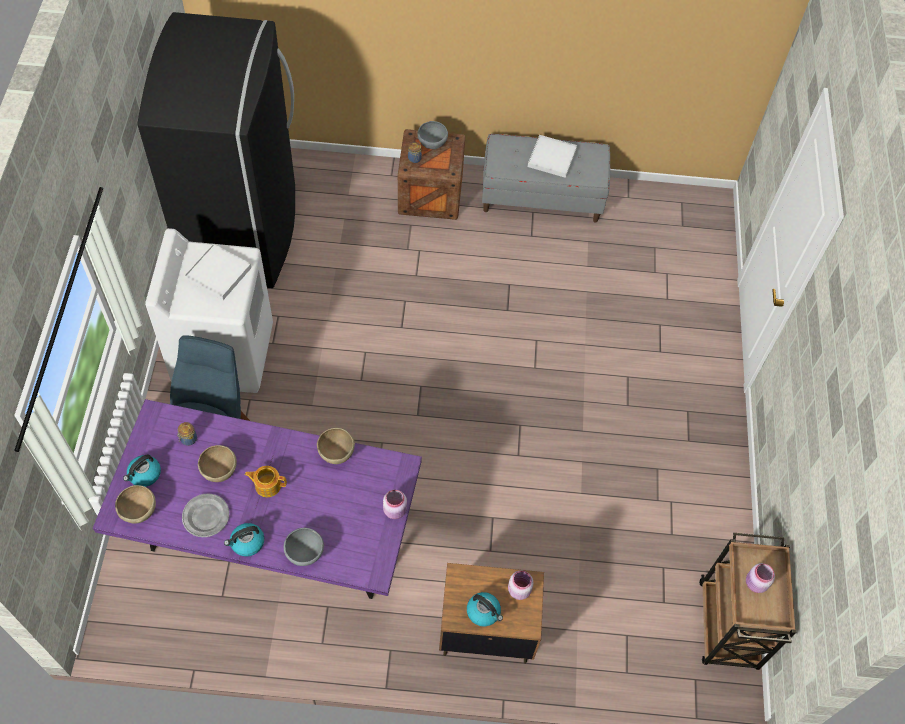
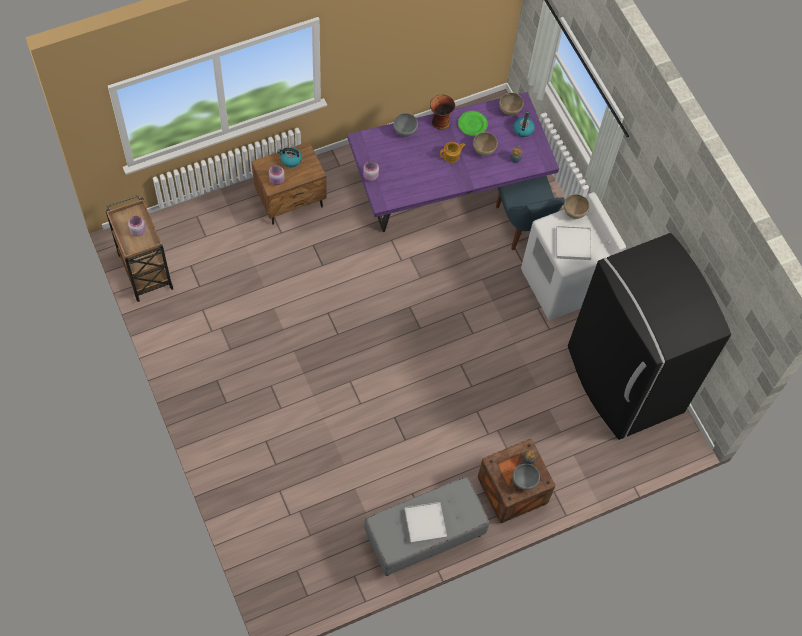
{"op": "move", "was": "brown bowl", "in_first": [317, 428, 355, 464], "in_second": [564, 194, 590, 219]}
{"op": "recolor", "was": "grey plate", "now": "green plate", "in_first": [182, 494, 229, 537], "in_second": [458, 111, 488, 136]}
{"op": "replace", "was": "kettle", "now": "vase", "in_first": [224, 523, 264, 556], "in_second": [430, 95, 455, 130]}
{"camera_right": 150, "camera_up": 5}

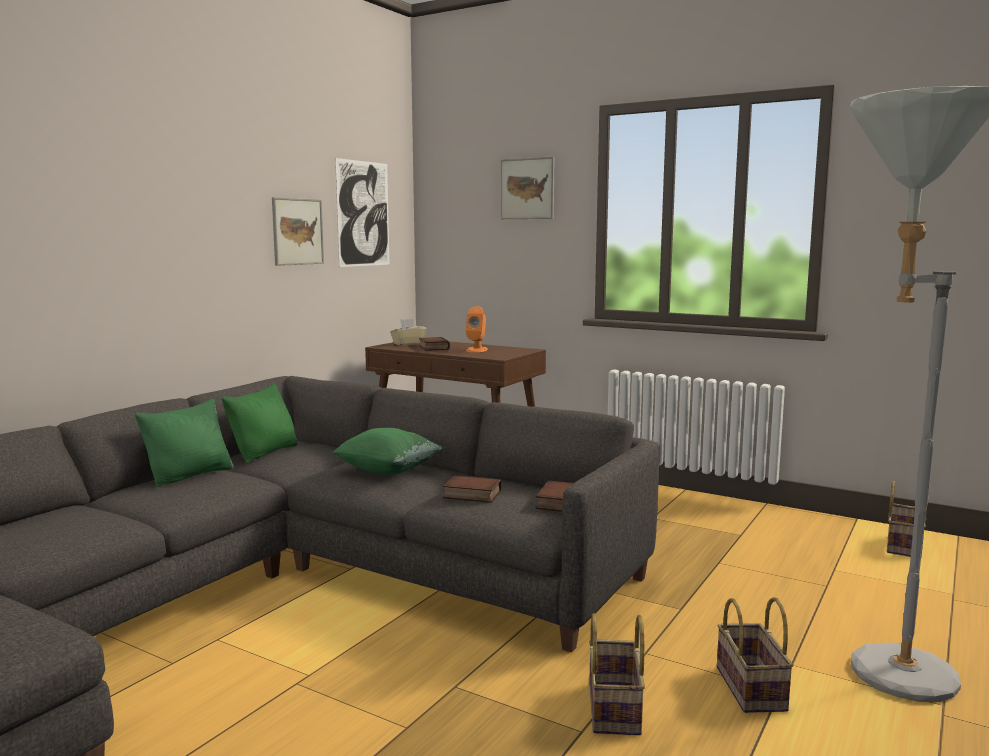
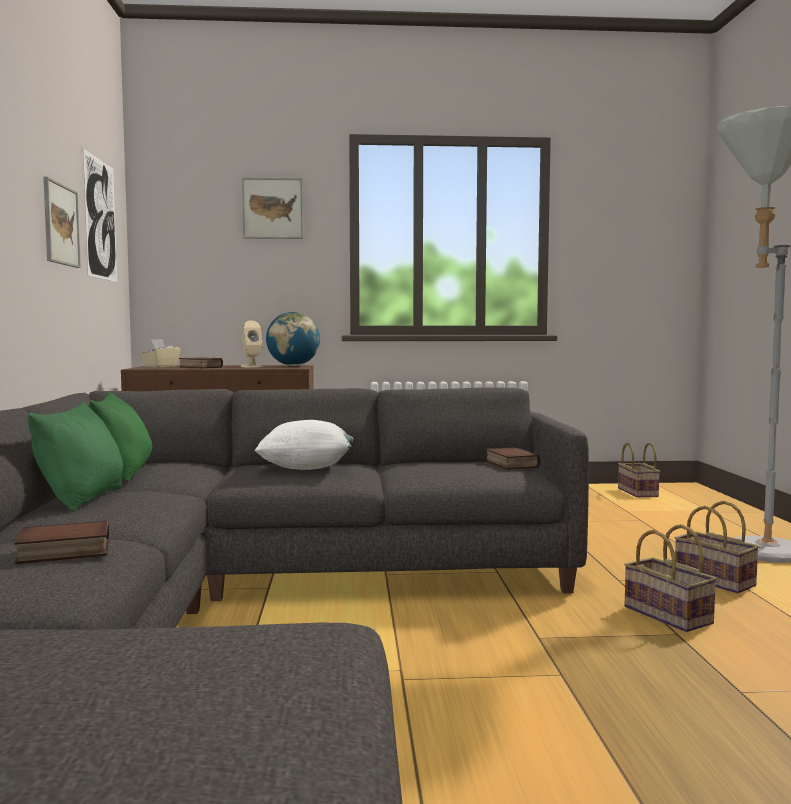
{"op": "recolor", "was": "orange speaker", "now": "beige speaker", "in_first": [466, 306, 488, 352], "in_second": [241, 321, 263, 368]}
{"op": "recolor", "was": "green pillow", "now": "white pillow", "in_first": [333, 428, 444, 475], "in_second": [254, 420, 354, 470]}
{"op": "move", "was": "book", "in_first": [443, 475, 502, 503], "in_second": [14, 521, 109, 564]}
{"op": "insert", "now": "globe", "in_second": [266, 312, 320, 366]}
{"camera_right": -35, "camera_up": -5}

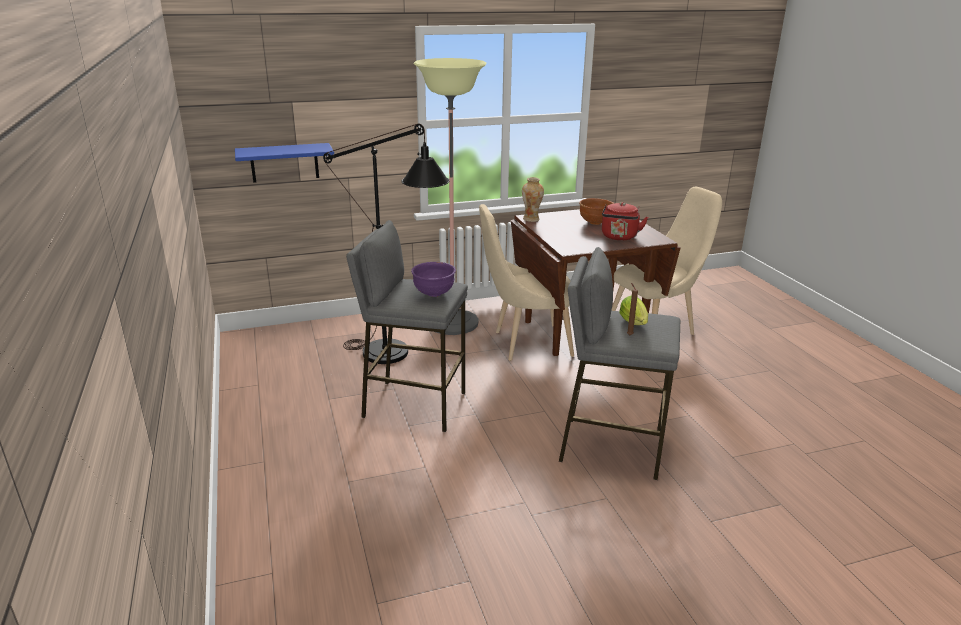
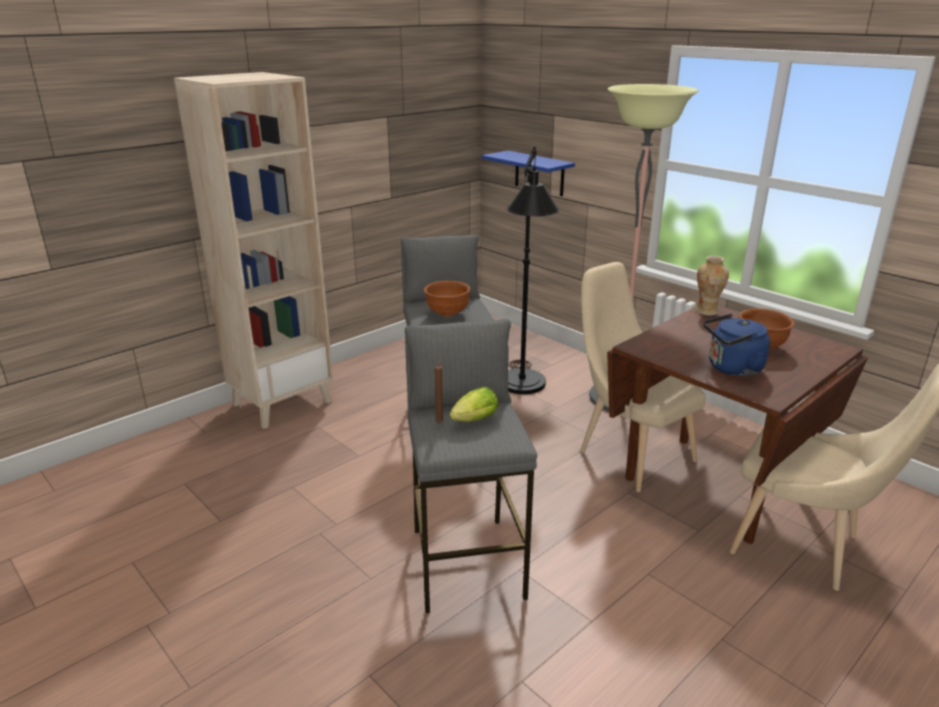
{"op": "recolor", "was": "red kettle", "now": "blue kettle", "in_first": [602, 202, 648, 241], "in_second": [703, 314, 770, 377]}
{"op": "recolor", "was": "purple bowl", "now": "brown bowl", "in_first": [411, 262, 456, 297], "in_second": [424, 281, 470, 317]}
{"op": "insert", "now": "beige bookcase", "in_second": [174, 72, 333, 429]}
{"camera_right": 65, "camera_up": 0}

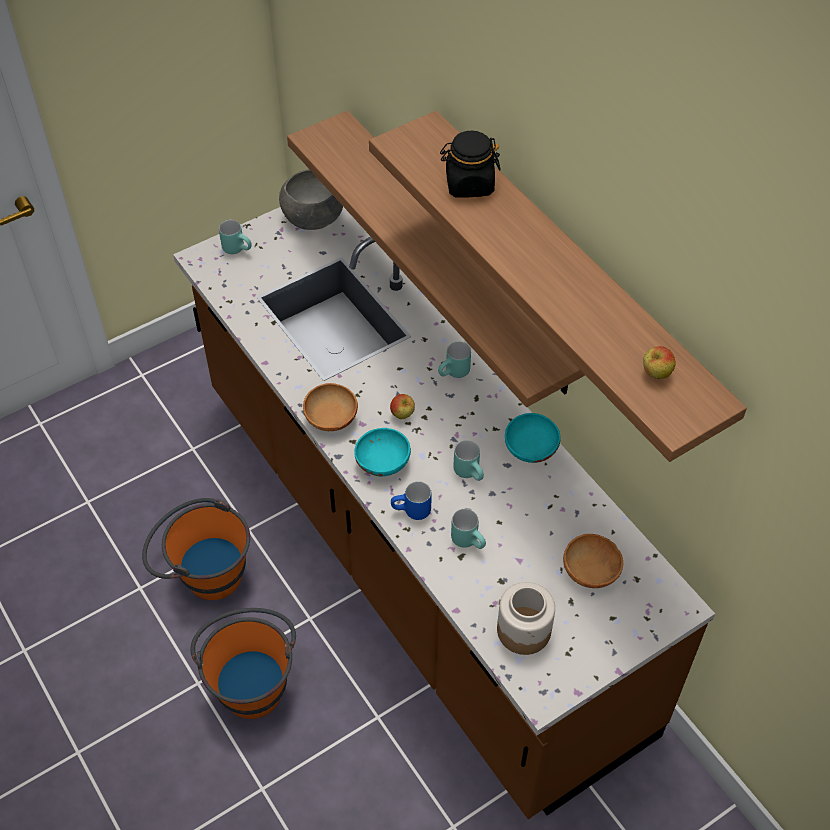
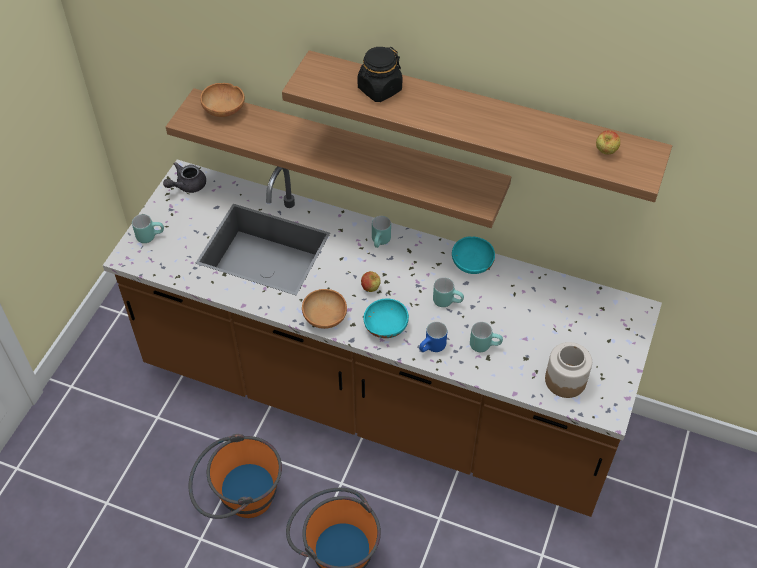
{"op": "replace", "was": "grey bowl", "now": "grey teapot", "in_first": [279, 170, 343, 230], "in_second": [163, 162, 206, 193]}
{"op": "move", "was": "brown bowl", "in_first": [563, 534, 623, 588], "in_second": [200, 83, 245, 117]}
{"camera_right": -35, "camera_up": 0}

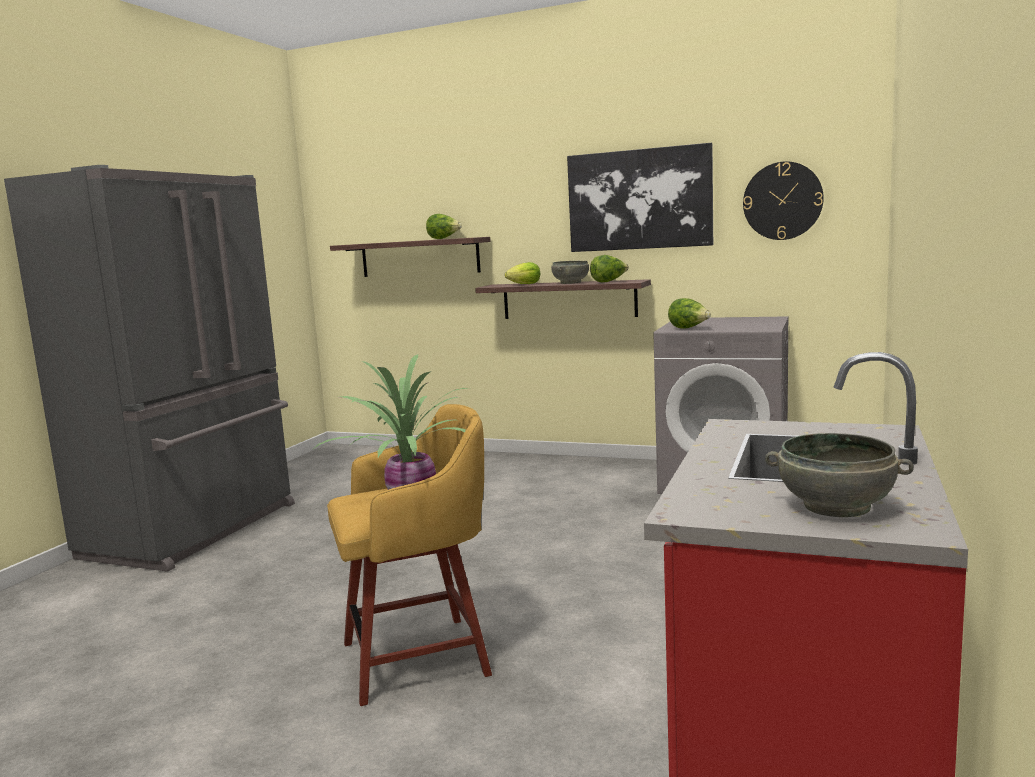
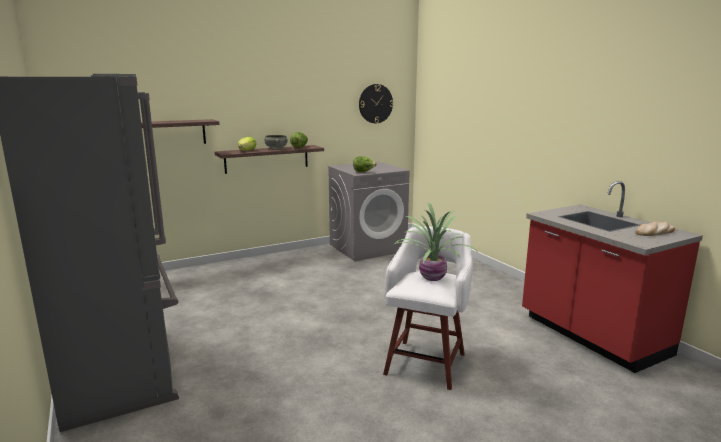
{"op": "delete", "was": "picture", "in_first": [567, 143, 713, 252]}
{"op": "delete", "was": "lettuce", "in_first": [426, 214, 462, 239]}
{"op": "recolor", "was": "yellow stool", "now": "white stool", "in_first": [327, 404, 492, 706], "in_second": [383, 226, 473, 390]}
{"op": "replace", "was": "grey bowl", "now": "bread", "in_first": [765, 433, 914, 517], "in_second": [635, 222, 675, 236]}
{"camera_right": -50, "camera_up": 5}

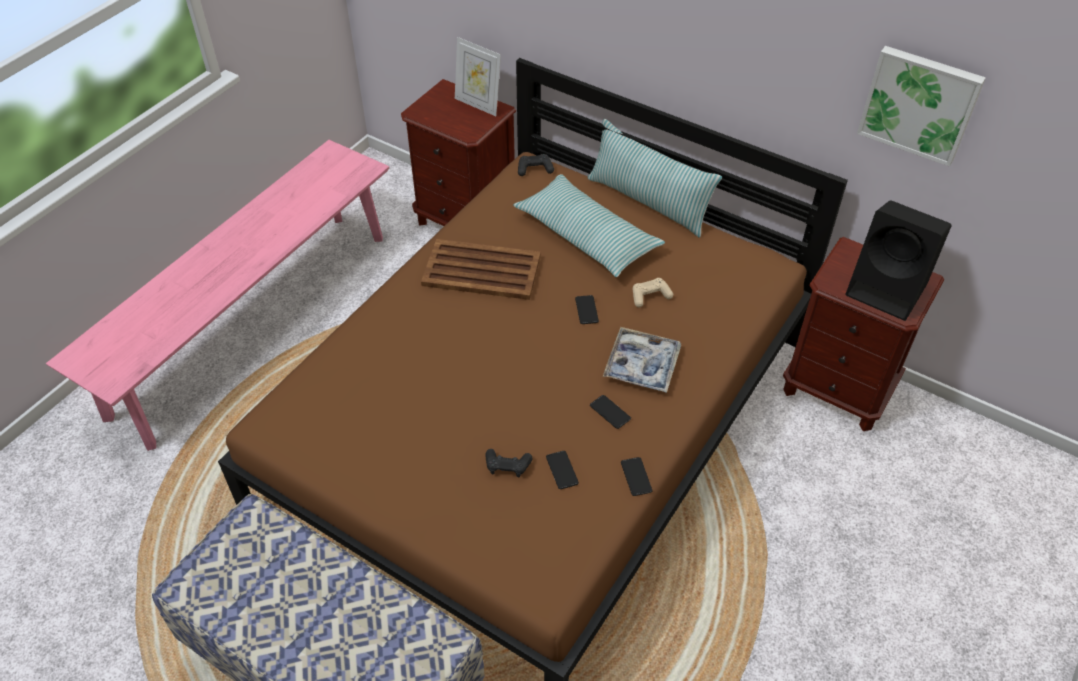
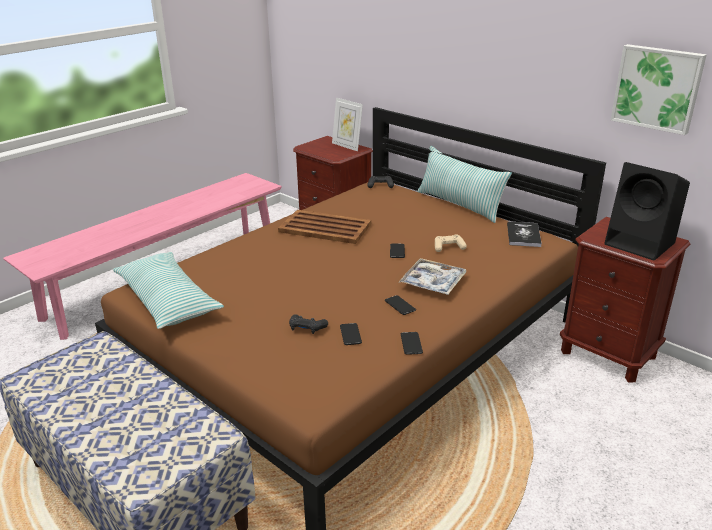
{"op": "move", "was": "pillow", "in_first": [513, 174, 665, 277], "in_second": [113, 252, 224, 329]}
{"op": "insert", "now": "book", "in_second": [507, 221, 542, 247]}
{"camera_right": 10, "camera_up": -20}

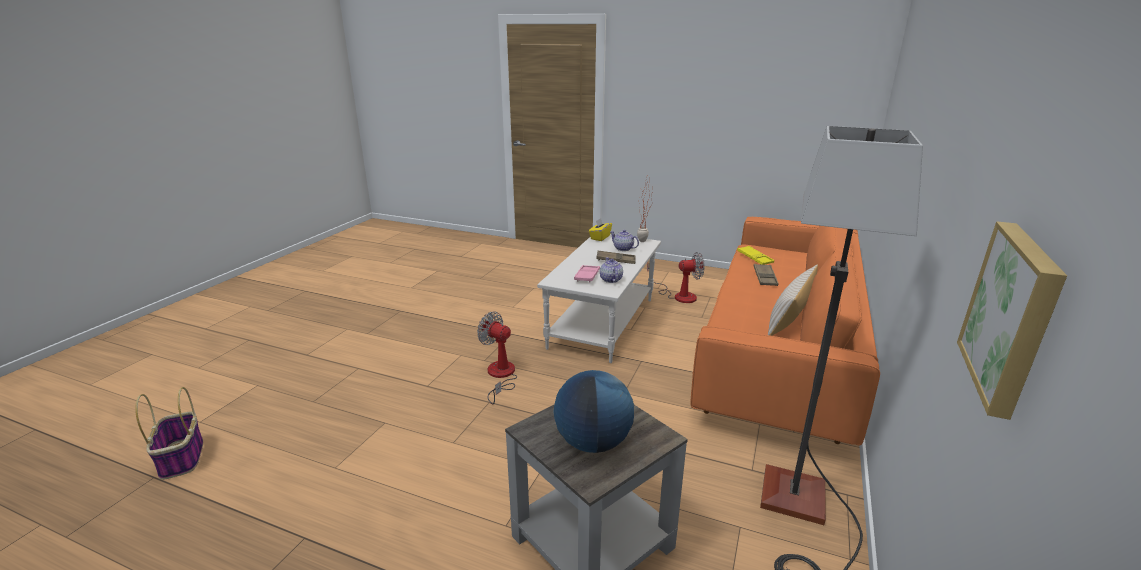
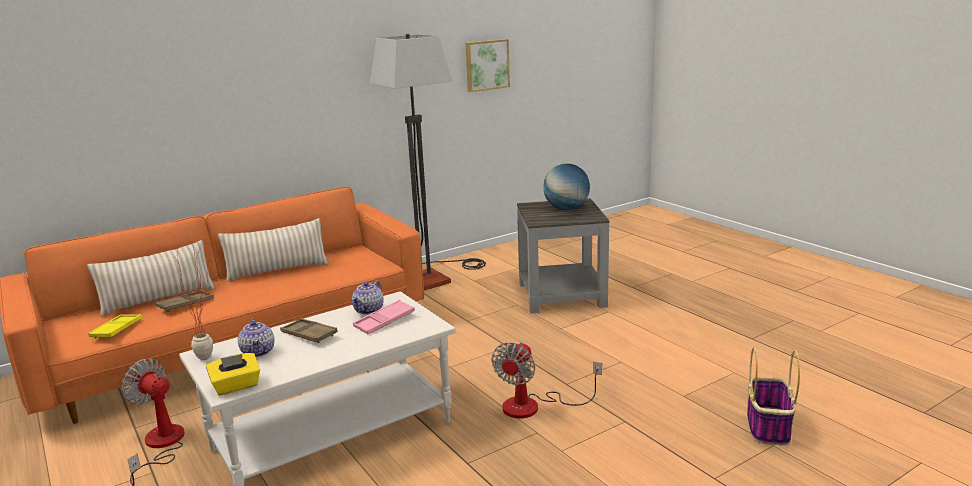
{"op": "rotate", "was": "fan", "in_first": [477, 311, 517, 404], "in_second": [492, 342, 602, 419], "clockwise": 45}
{"op": "move", "was": "basket", "in_first": [135, 387, 203, 480], "in_second": [747, 347, 800, 446]}
{"op": "insert", "now": "beige pillow", "in_second": [87, 240, 215, 317]}
{"camera_right": -145, "camera_up": -5}

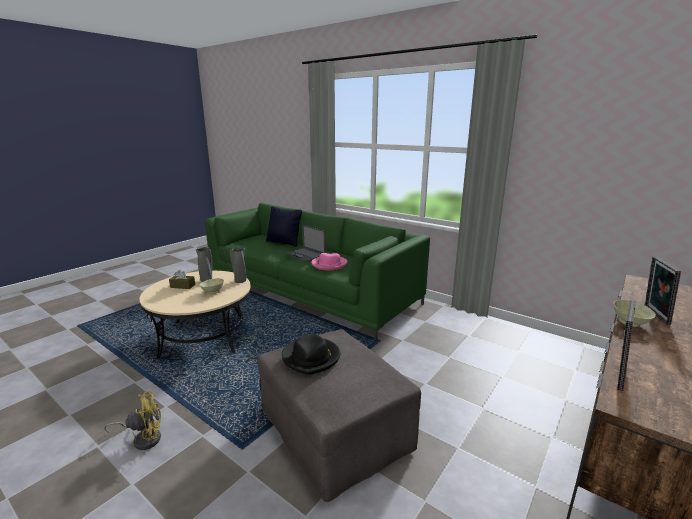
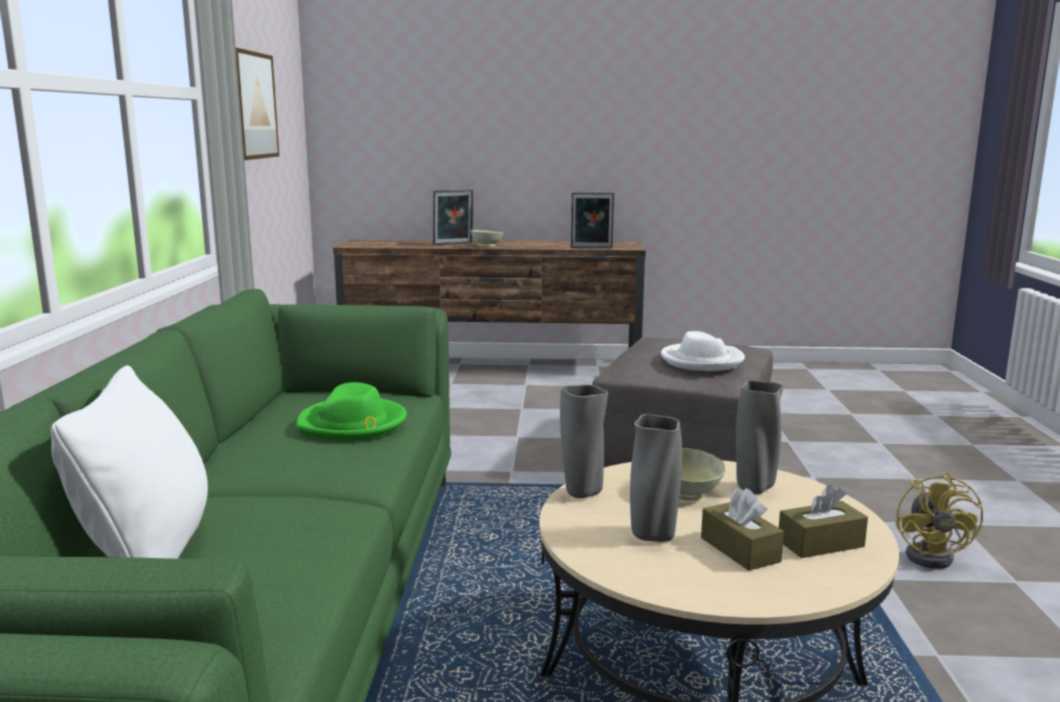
{"op": "recolor", "was": "black pillow", "now": "white pillow", "in_first": [266, 206, 302, 247], "in_second": [51, 365, 208, 559]}
{"op": "delete", "was": "laptop", "in_first": [285, 225, 326, 262]}
{"op": "recolor", "was": "pink hat", "now": "green hat", "in_first": [311, 253, 347, 270], "in_second": [296, 382, 407, 441]}
{"op": "recolor", "was": "black hat", "now": "white hat", "in_first": [282, 334, 341, 375], "in_second": [661, 331, 745, 371]}
{"op": "rotate", "was": "yellow fan", "in_first": [104, 391, 161, 450], "in_second": [896, 472, 983, 569], "clockwise": -120}
{"op": "insert", "now": "picture", "in_second": [236, 48, 279, 160]}
{"op": "insert", "now": "grey vase", "in_second": [736, 380, 784, 494]}
{"op": "insert", "now": "brown tissue box", "in_second": [779, 485, 868, 558]}
{"camera_right": -125, "camera_up": -5}

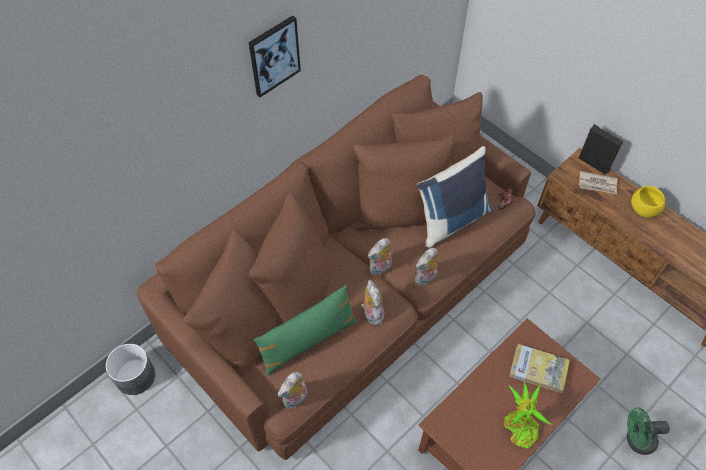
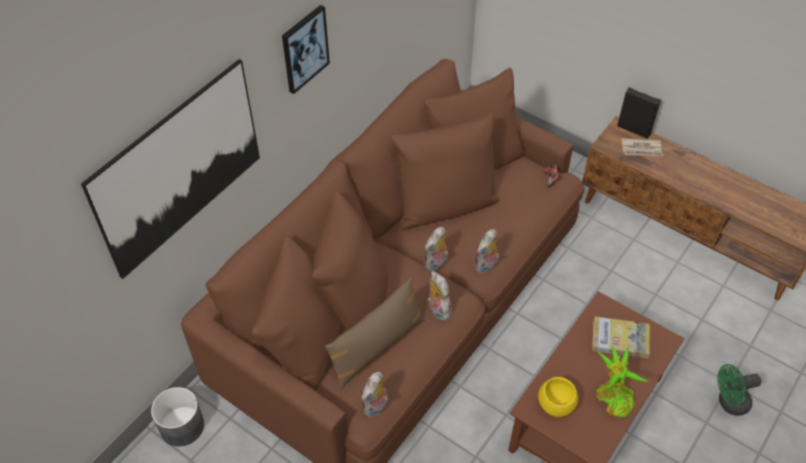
{"op": "delete", "was": "blue pillow", "in_first": [417, 146, 493, 248]}
{"op": "move", "was": "yellow bowl", "in_first": [631, 186, 665, 217], "in_second": [538, 377, 578, 417]}
{"op": "recolor", "was": "green pillow", "now": "brown pillow", "in_first": [253, 285, 358, 376], "in_second": [325, 278, 425, 389]}
{"op": "insert", "now": "picture", "in_second": [81, 59, 260, 279]}
{"camera_right": -10, "camera_up": -5}

